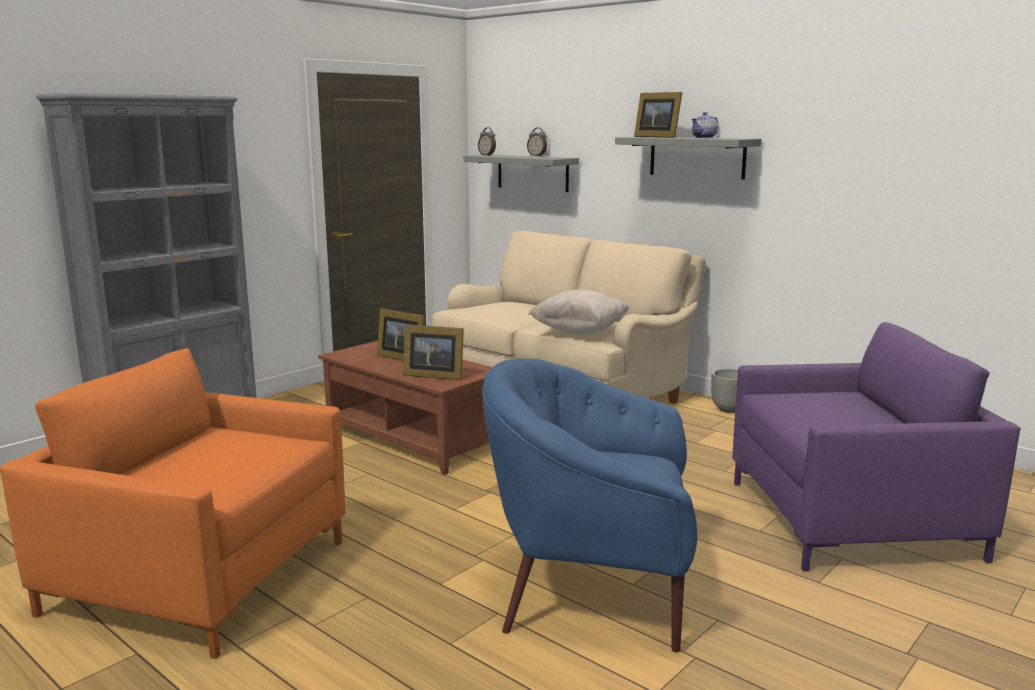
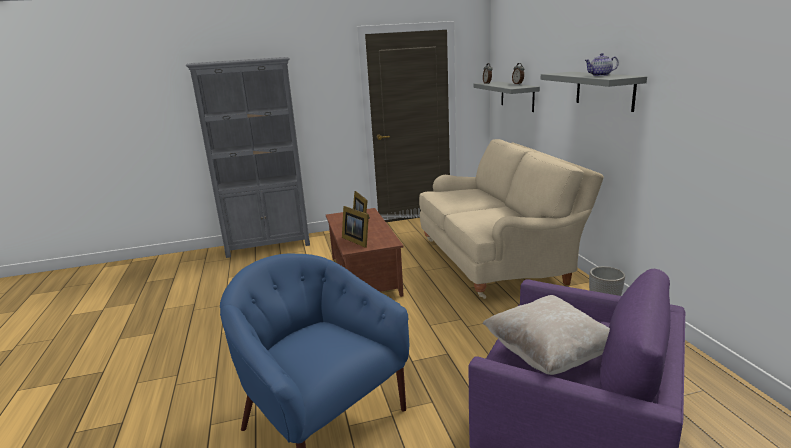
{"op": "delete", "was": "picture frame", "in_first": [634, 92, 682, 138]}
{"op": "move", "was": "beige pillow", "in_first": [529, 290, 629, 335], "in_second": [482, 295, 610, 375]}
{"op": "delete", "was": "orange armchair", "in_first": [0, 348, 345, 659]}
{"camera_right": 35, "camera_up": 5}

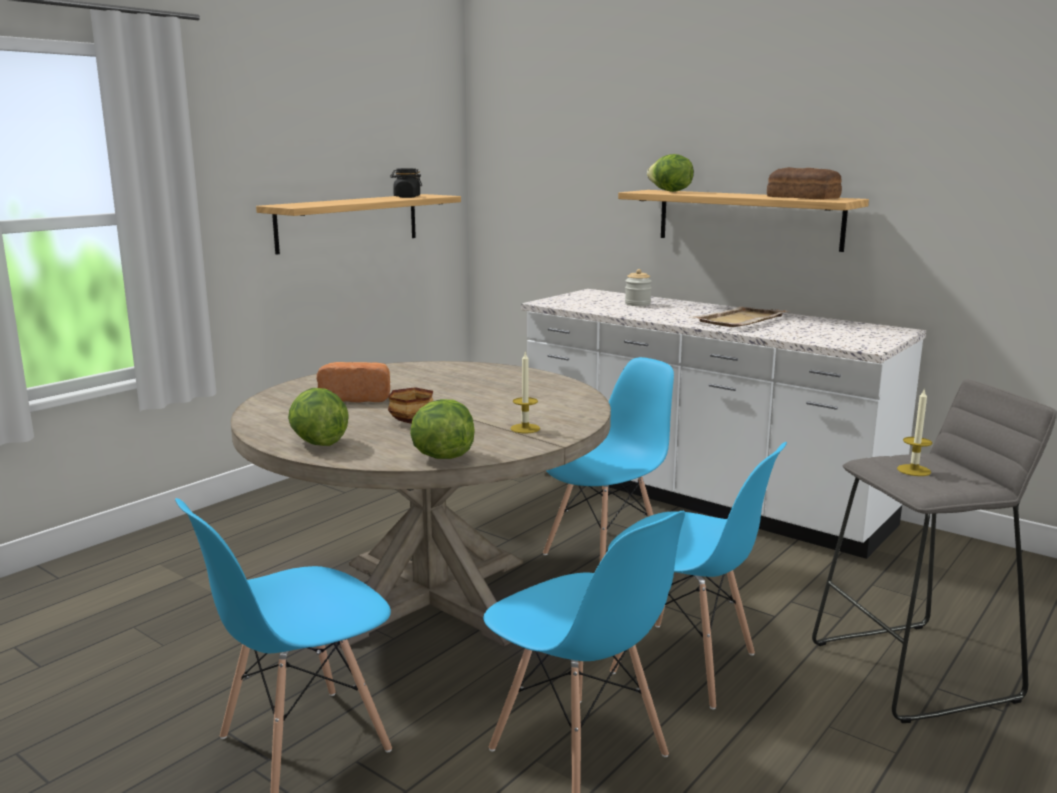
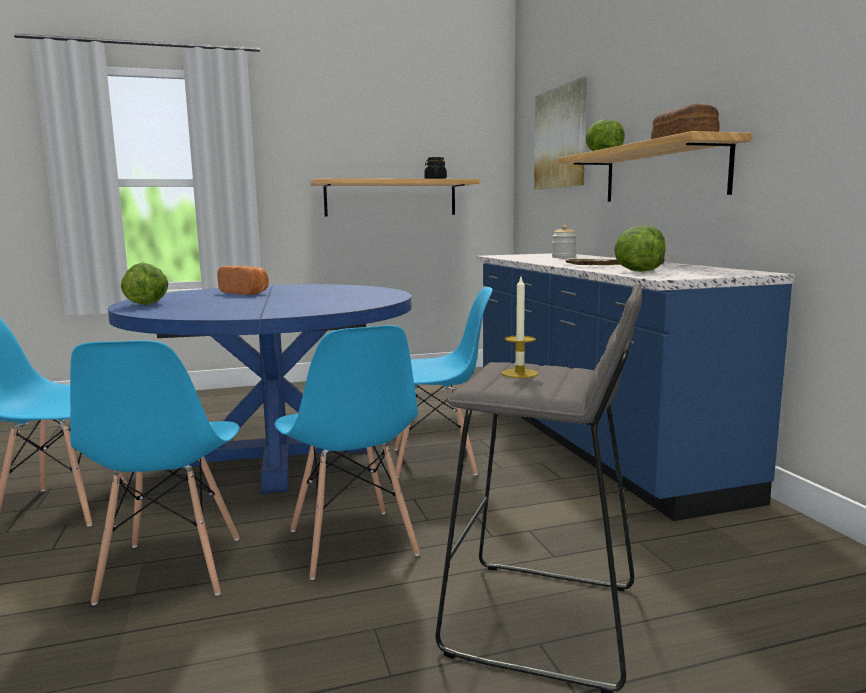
{"op": "recolor", "was": "white counter", "now": "blue counter", "in_first": [521, 289, 926, 559], "in_second": [477, 253, 795, 521]}
{"op": "delete", "was": "candle", "in_first": [511, 352, 540, 434]}
{"op": "recolor", "was": "beige dining table", "now": "blue dining table", "in_first": [231, 361, 611, 649], "in_second": [108, 284, 412, 494]}
{"op": "delete", "was": "bowl", "in_first": [388, 387, 433, 424]}
{"op": "move", "was": "lettuce", "in_first": [410, 399, 475, 459], "in_second": [614, 225, 666, 272]}
{"op": "insert", "now": "picture", "in_second": [534, 77, 587, 190]}
{"camera_right": 35, "camera_up": -5}

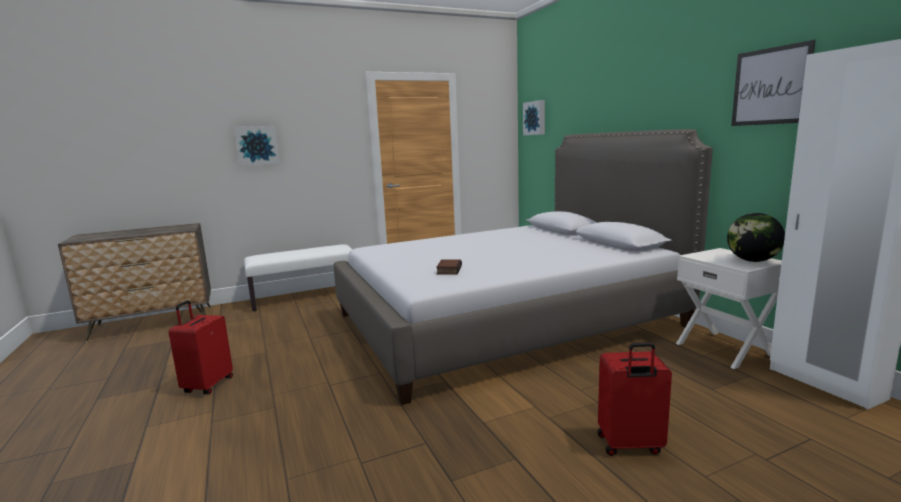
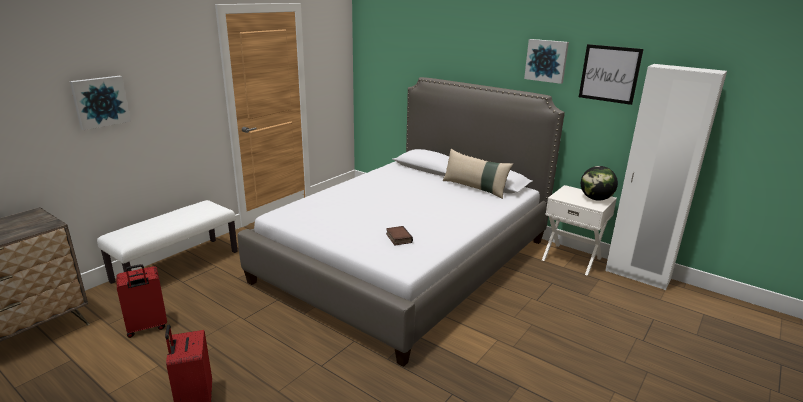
{"op": "move", "was": "picture", "in_first": [523, 100, 545, 135], "in_second": [524, 39, 569, 84]}
{"op": "move", "was": "red suitcase", "in_first": [597, 342, 672, 456], "in_second": [116, 264, 167, 338]}
{"op": "insert", "now": "beige pillow", "in_second": [443, 149, 513, 199]}
{"camera_right": -30, "camera_up": 10}

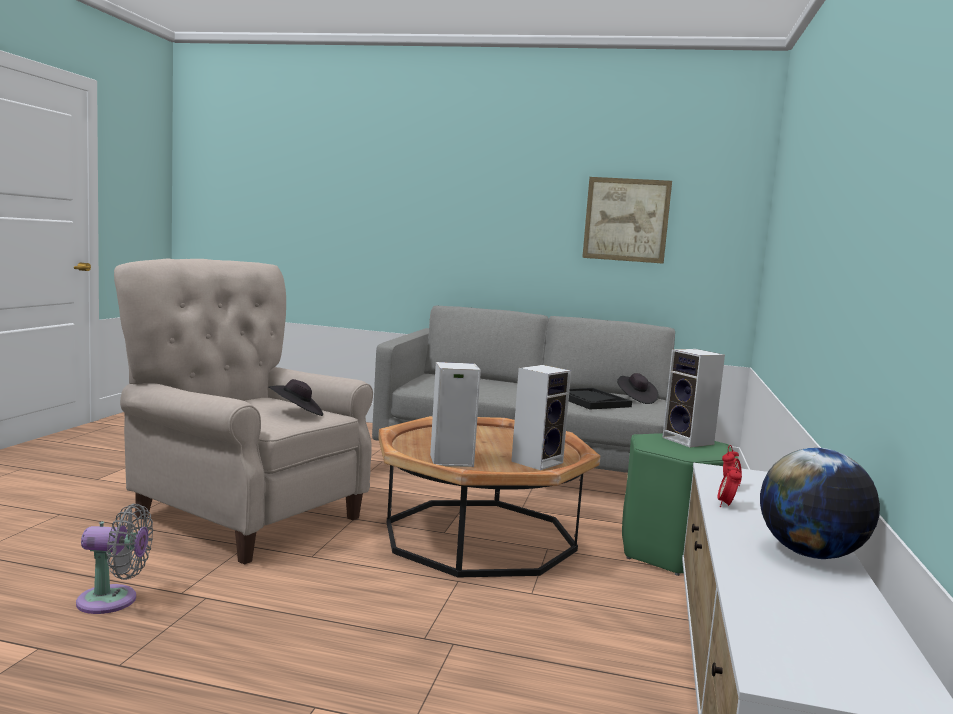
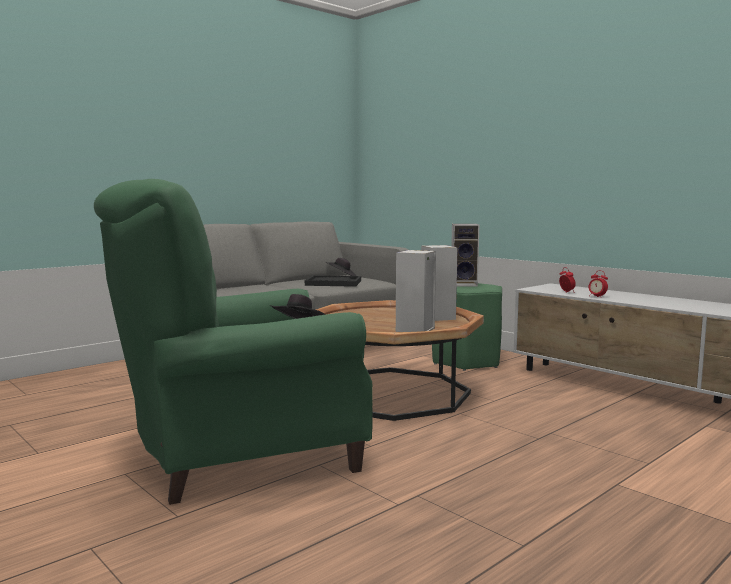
{"op": "delete", "was": "picture", "in_first": [582, 177, 672, 264]}
{"op": "recolor", "was": "beige armchair", "now": "green armchair", "in_first": [114, 258, 373, 565], "in_second": [94, 179, 373, 505]}
{"op": "delete", "was": "globe", "in_first": [760, 448, 880, 559]}
{"op": "delete", "was": "grey fan", "in_first": [76, 504, 153, 614]}
{"camera_right": -55, "camera_up": 0}

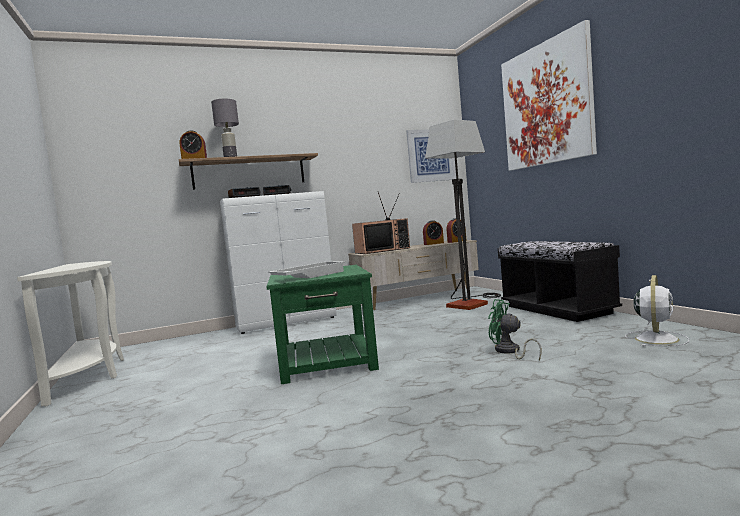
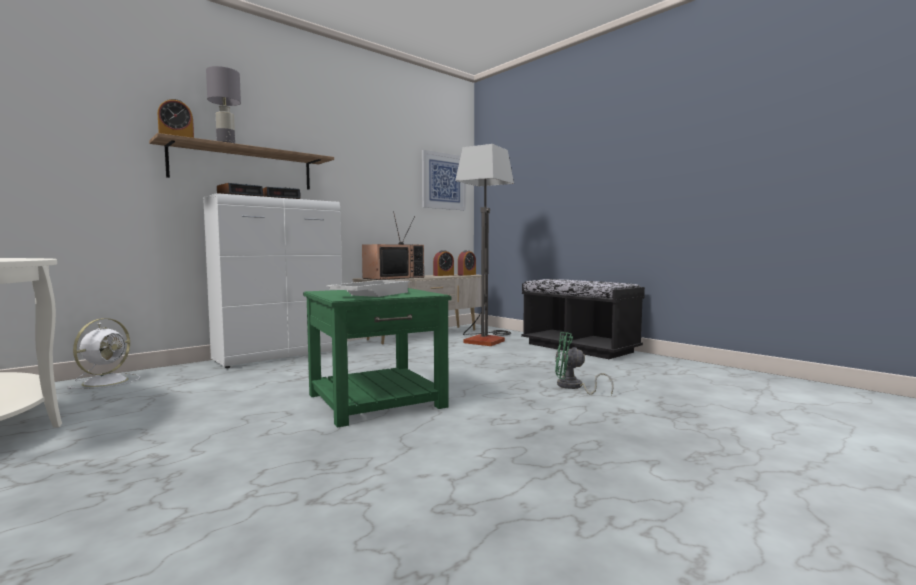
{"op": "delete", "was": "picture", "in_first": [501, 20, 597, 171]}
{"op": "move", "was": "white fan", "in_first": [625, 275, 689, 346], "in_second": [68, 318, 140, 389]}
{"camera_right": -20, "camera_up": 0}

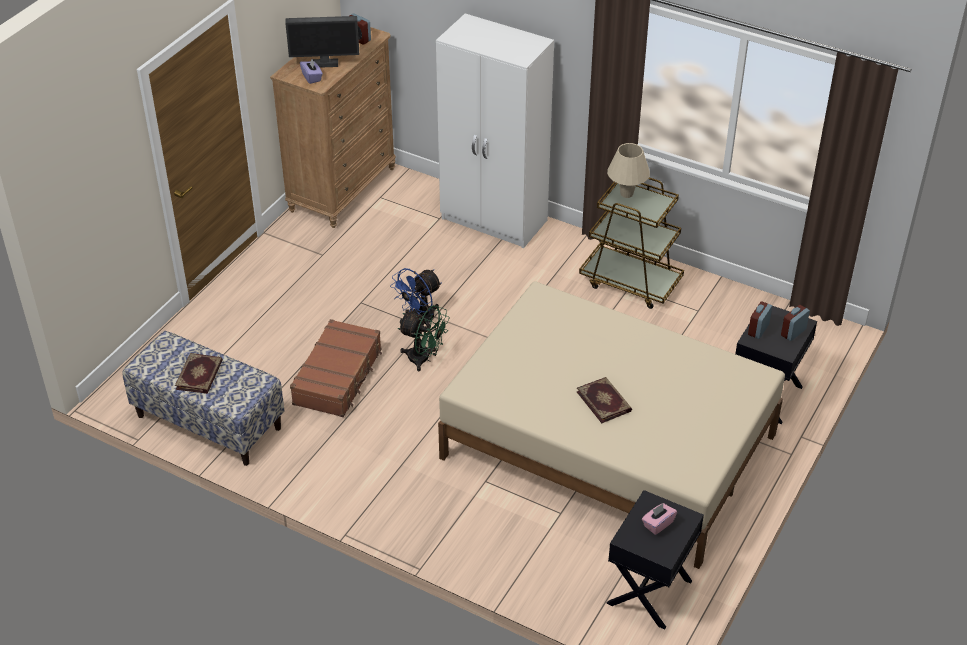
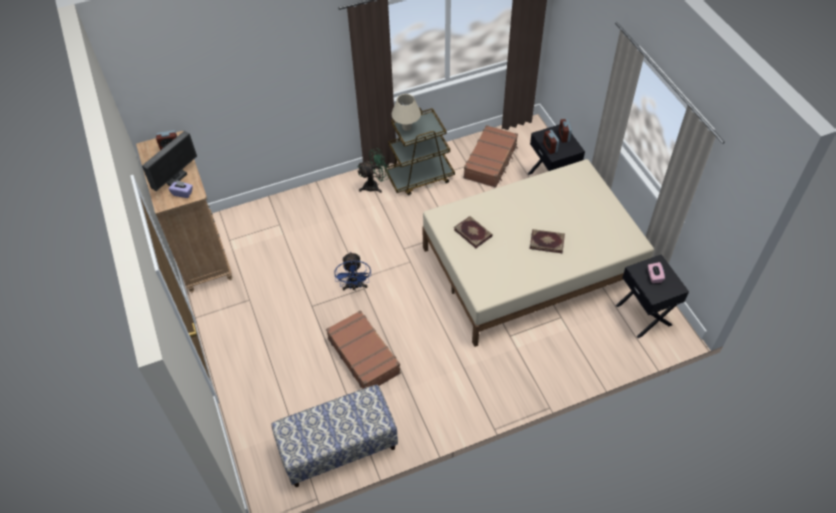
{"op": "delete", "was": "white wardrobe", "in_first": [436, 14, 554, 248]}
{"op": "move", "was": "green fan", "in_first": [398, 305, 450, 372], "in_second": [357, 148, 390, 193]}
{"op": "move", "was": "book", "in_first": [175, 353, 223, 394], "in_second": [454, 216, 493, 248]}
{"op": "insert", "now": "brown suitcase", "in_second": [464, 125, 518, 188]}
{"camera_right": -50, "camera_up": 10}

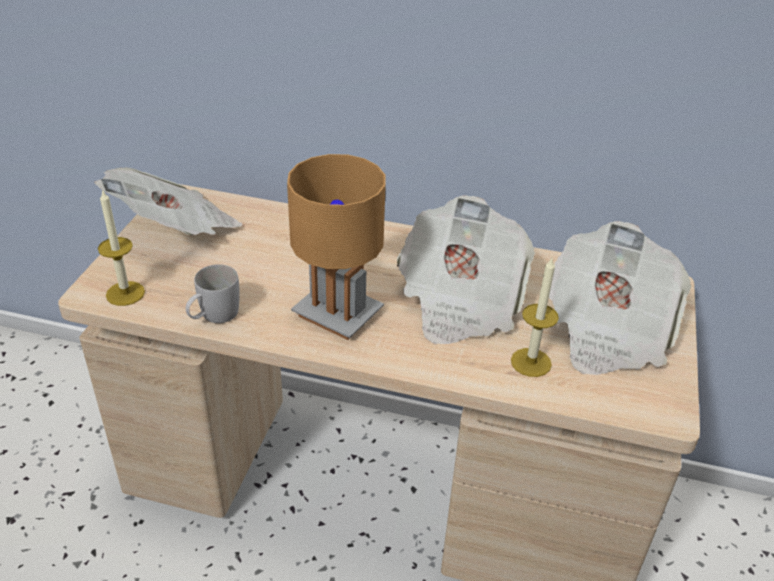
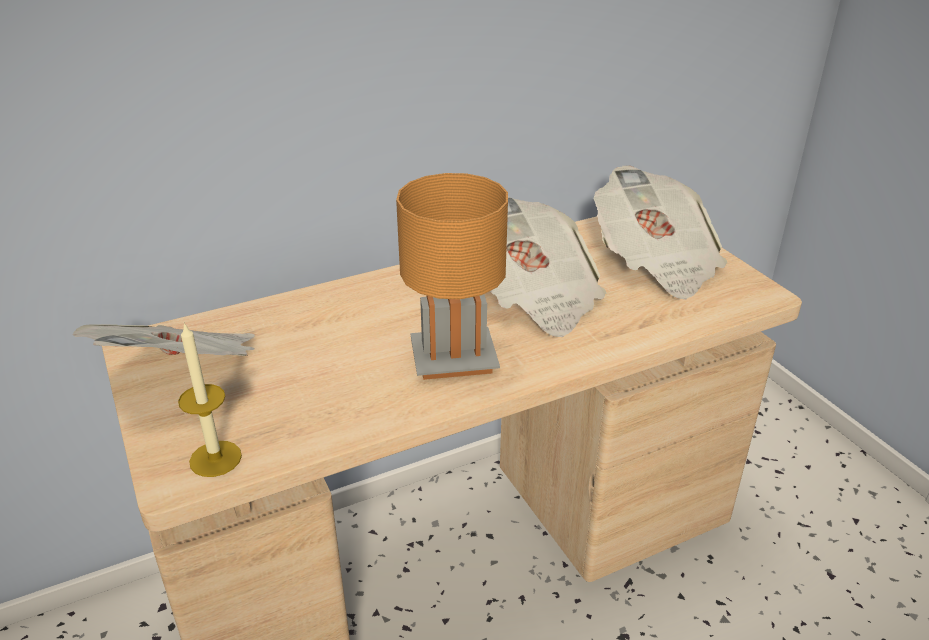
{"op": "delete", "was": "candle", "in_first": [511, 258, 559, 377]}
{"op": "delete", "was": "white mug", "in_first": [186, 264, 240, 323]}
{"camera_right": -40, "camera_up": -5}

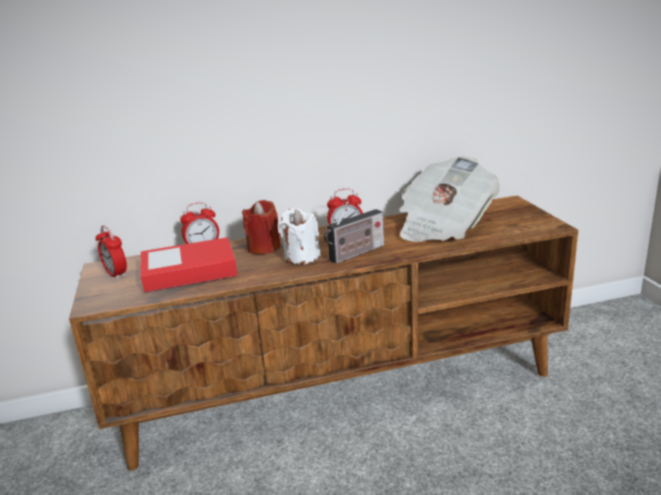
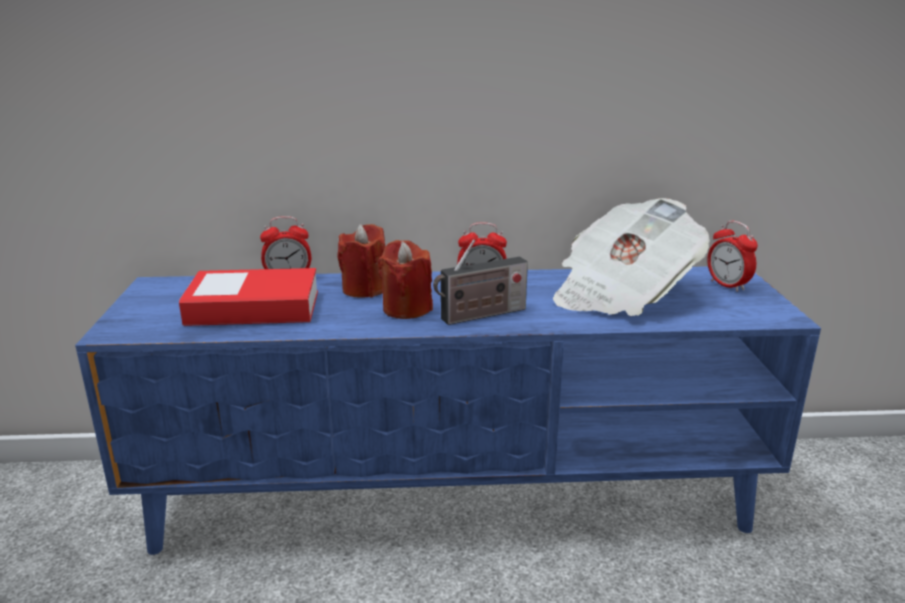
{"op": "recolor", "was": "brown tv stand", "now": "blue tv stand", "in_first": [69, 196, 578, 471], "in_second": [75, 266, 821, 555]}
{"op": "recolor", "was": "white candle", "now": "red candle", "in_first": [279, 208, 321, 264], "in_second": [378, 240, 433, 319]}
{"op": "move", "was": "alarm clock", "in_first": [96, 225, 127, 280], "in_second": [707, 221, 758, 292]}
{"camera_right": 10, "camera_up": 0}

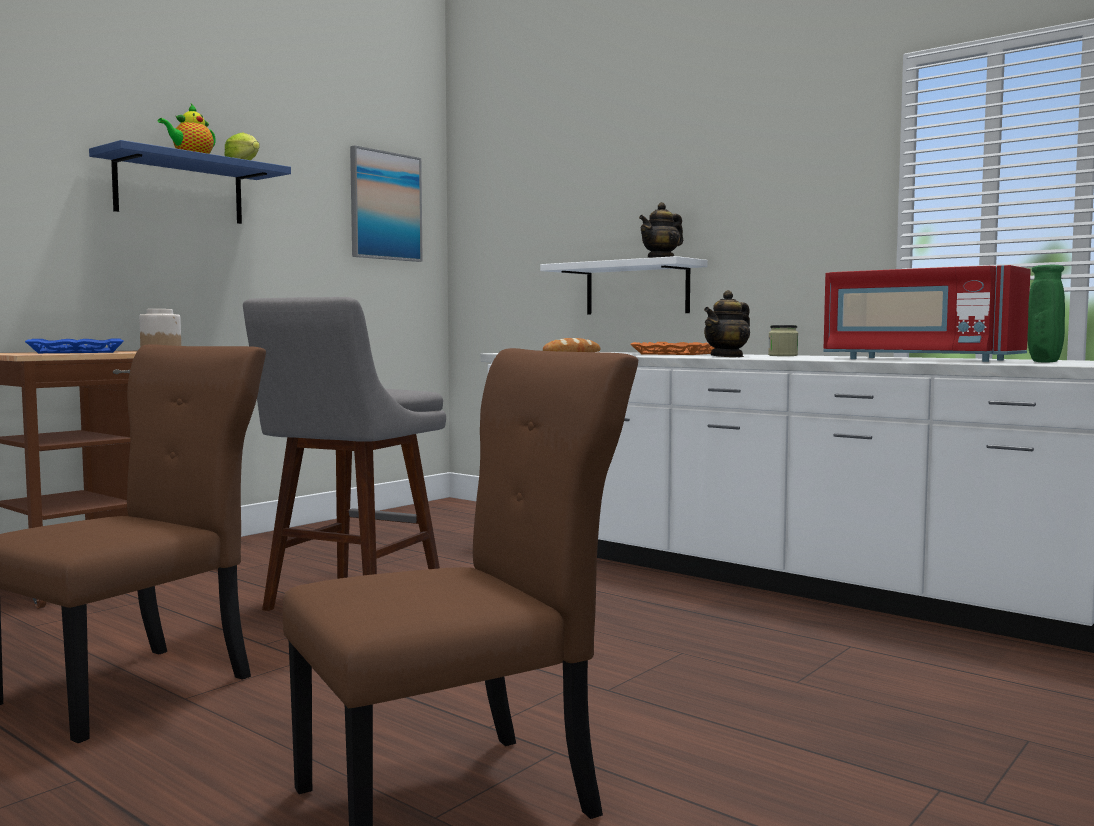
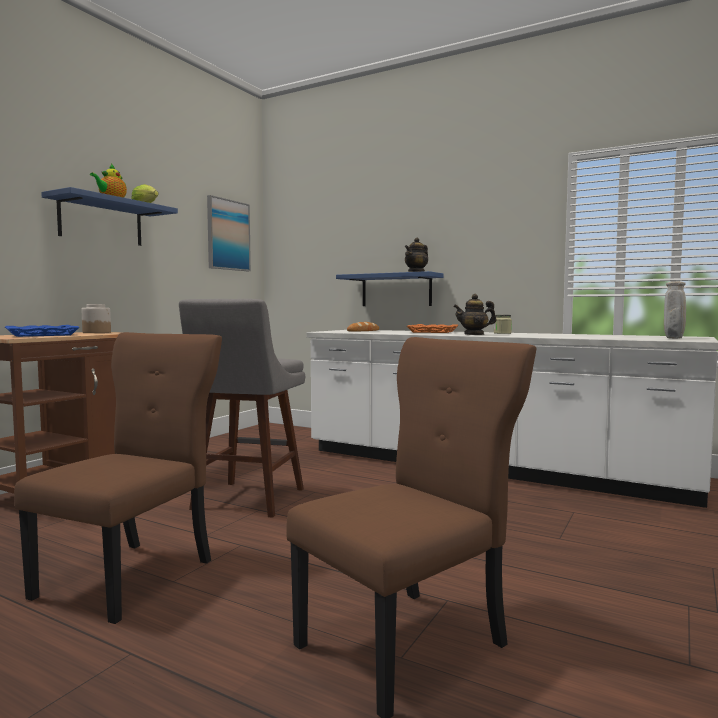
{"op": "recolor", "was": "white shelf", "now": "blue shelf", "in_first": [540, 256, 707, 315], "in_second": [336, 271, 443, 306]}
{"op": "delete", "was": "red microwave", "in_first": [823, 265, 1031, 362]}
{"op": "recolor", "was": "green vase", "now": "beige vase", "in_first": [1027, 265, 1065, 363], "in_second": [664, 281, 686, 339]}
{"op": "rotate", "was": "teapot", "in_first": [704, 290, 750, 357], "in_second": [453, 294, 496, 335], "clockwise": 45}
{"camera_right": -10, "camera_up": 0}

